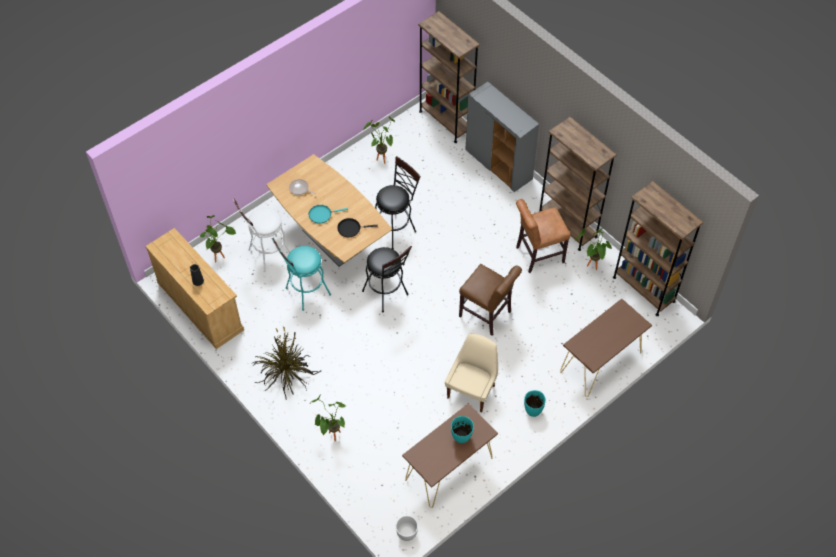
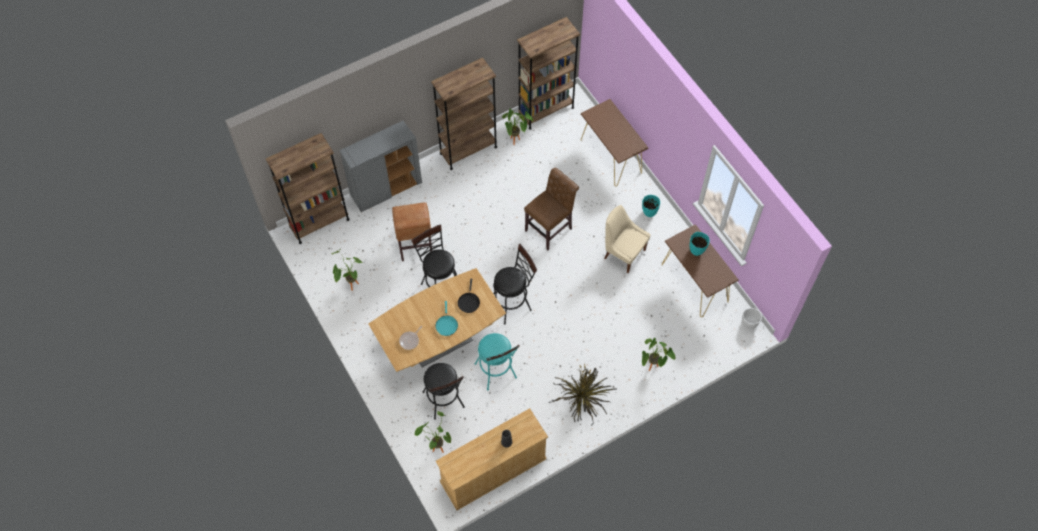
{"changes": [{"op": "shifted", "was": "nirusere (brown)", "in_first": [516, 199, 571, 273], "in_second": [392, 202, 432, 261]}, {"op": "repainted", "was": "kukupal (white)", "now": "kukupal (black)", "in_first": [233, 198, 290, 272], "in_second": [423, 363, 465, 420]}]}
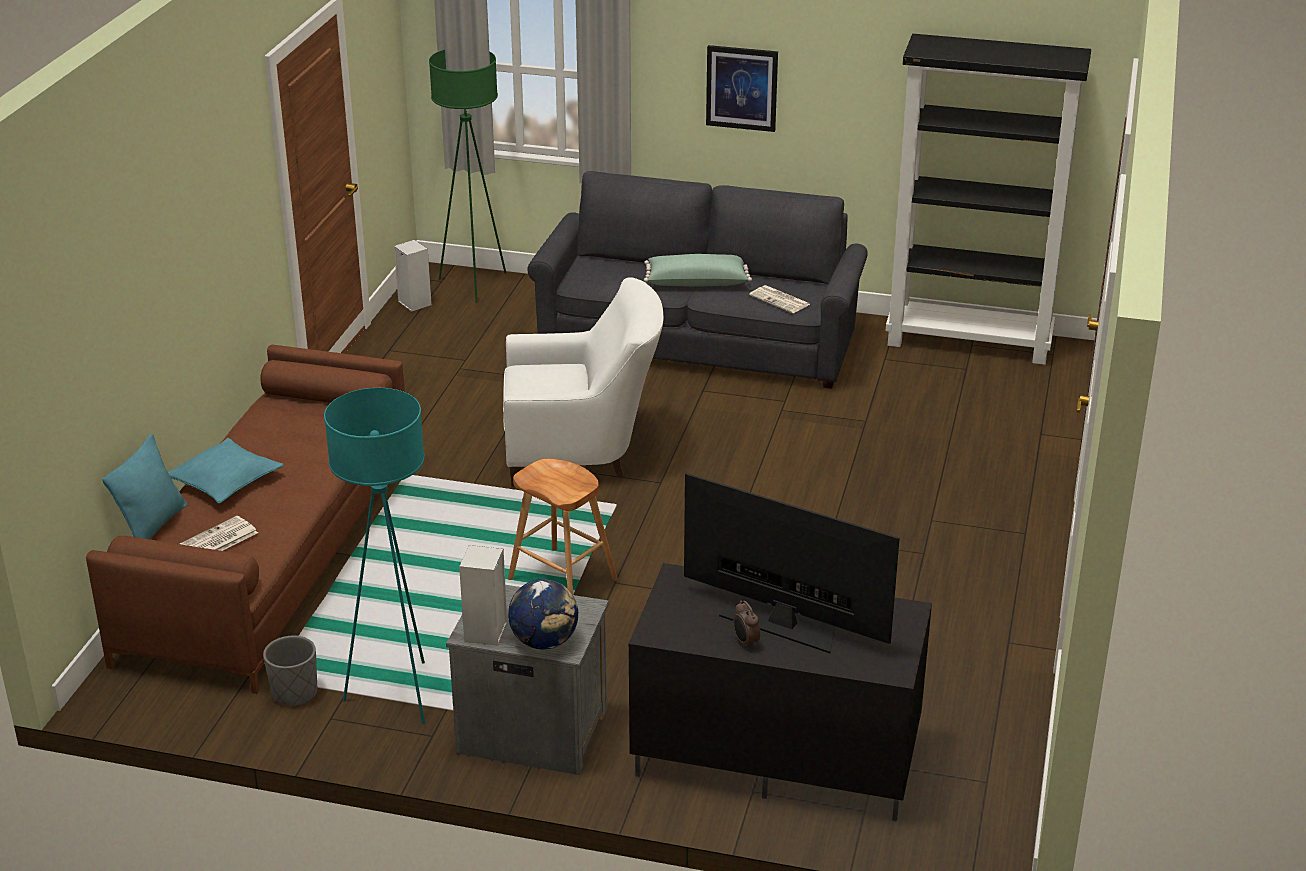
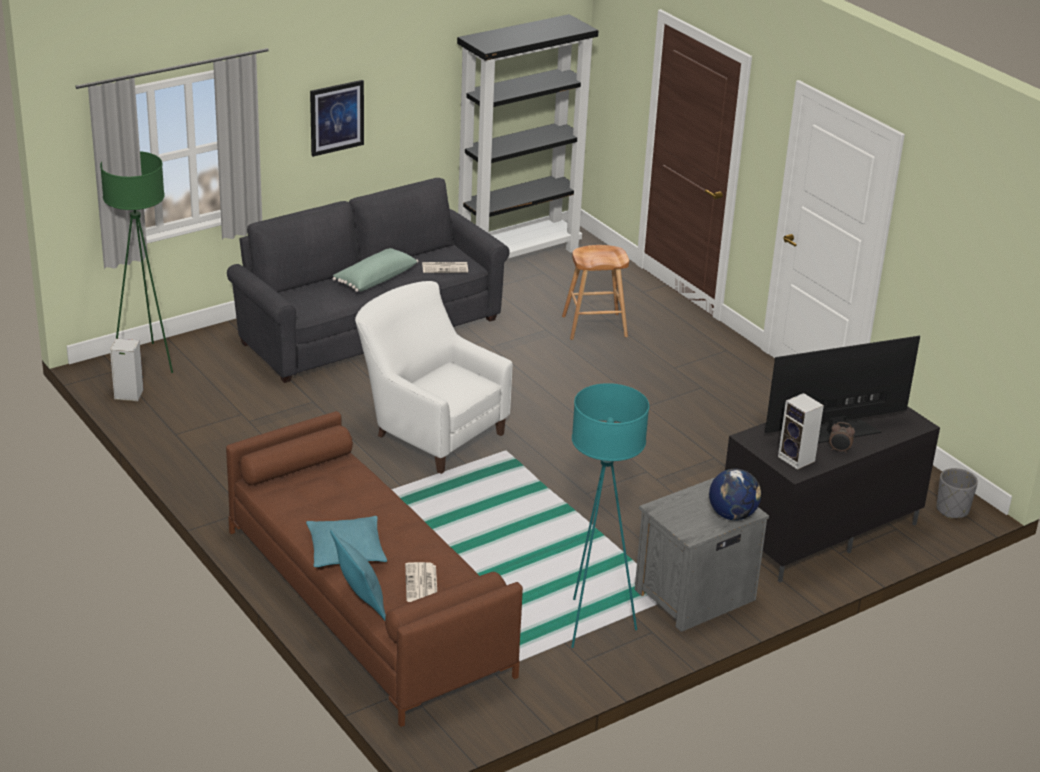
{"changes": [{"op": "shifted", "was": "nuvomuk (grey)", "in_first": [263, 636, 317, 707], "in_second": [937, 468, 978, 519]}, {"op": "shifted", "was": "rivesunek", "in_first": [459, 544, 507, 646], "in_second": [778, 393, 824, 470]}, {"op": "shifted", "was": "kukupal (brown)", "in_first": [508, 459, 618, 595], "in_second": [562, 245, 629, 340]}, {"op": "rotated", "was": "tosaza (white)", "in_first": [503, 277, 664, 487], "in_second": [355, 281, 513, 474], "clockwise": -90}]}
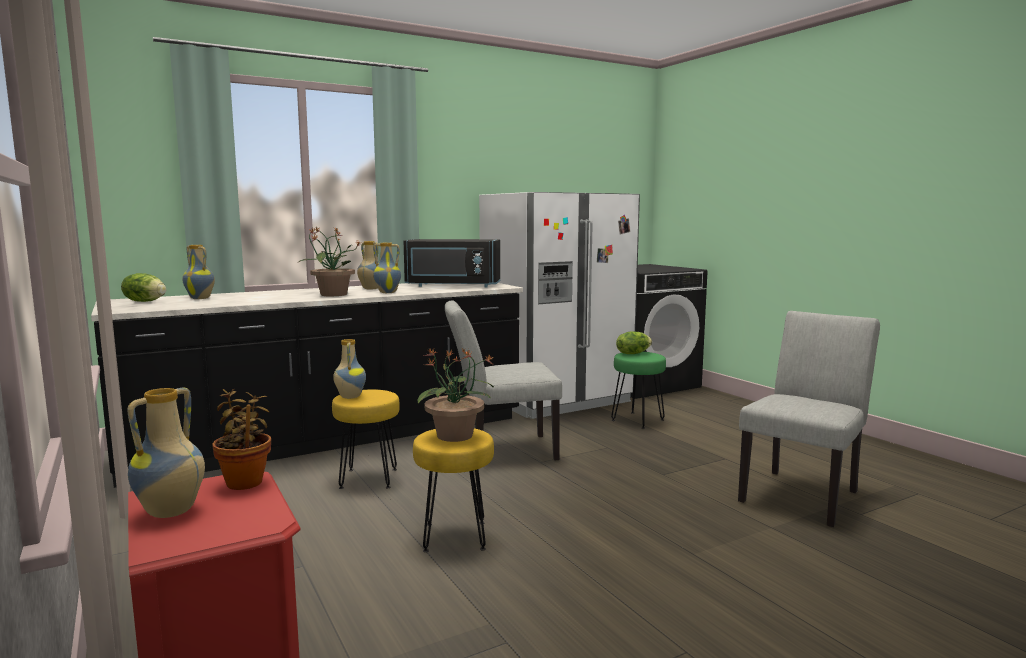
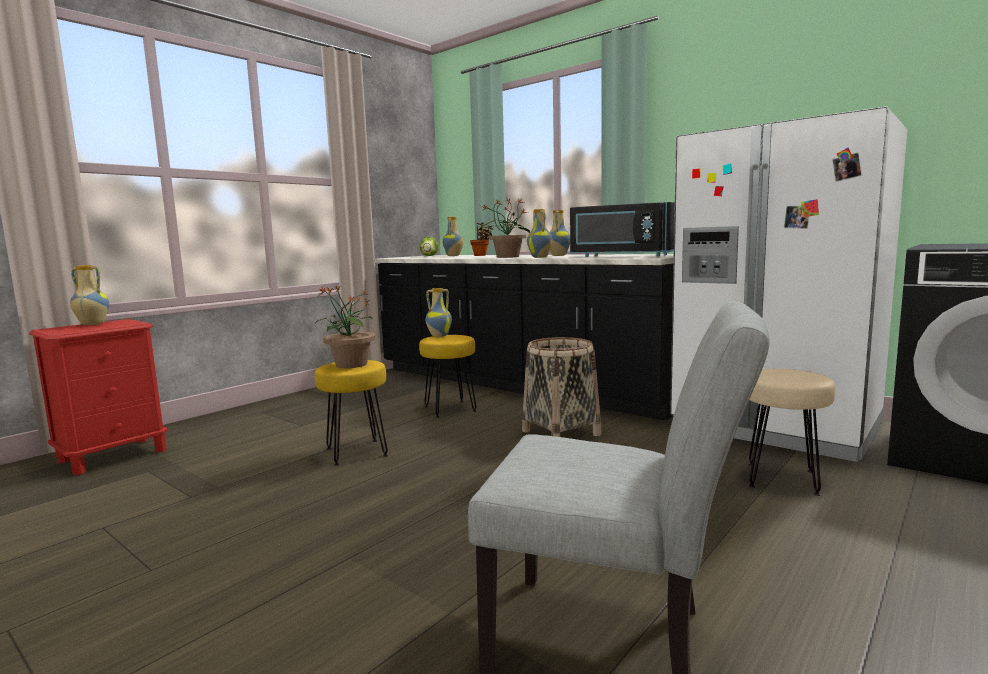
{"changes": [{"op": "gone", "was": "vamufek", "in_first": [616, 331, 652, 354]}, {"op": "shifted", "was": "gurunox", "in_first": [212, 389, 271, 490], "in_second": [470, 222, 493, 256]}, {"op": "swapped", "was": "nirusere (grey)", "now": "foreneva", "in_first": [445, 300, 562, 460], "in_second": [522, 337, 602, 437]}, {"op": "repainted", "was": "kukupal (green)", "now": "kukupal (beige)", "in_first": [611, 352, 666, 429], "in_second": [748, 369, 835, 496]}, {"op": "rotated", "was": "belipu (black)", "in_first": [404, 239, 500, 287], "in_second": [570, 202, 675, 257], "clockwise": -45}]}
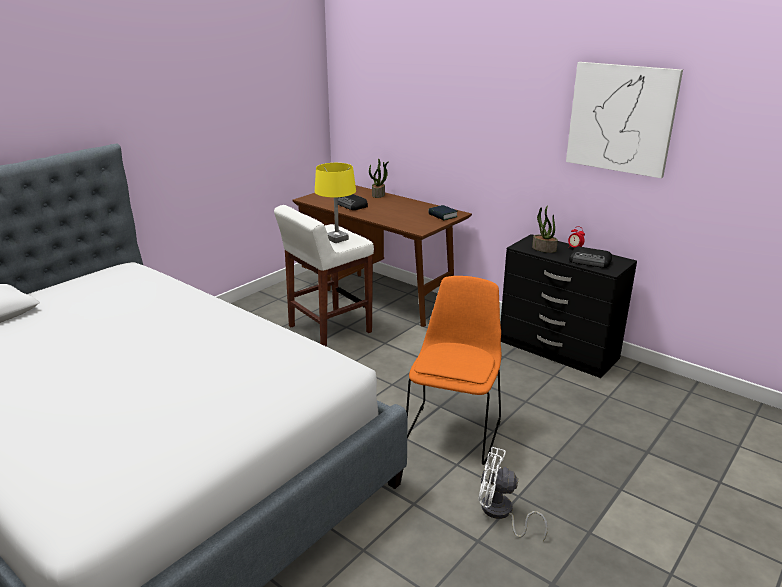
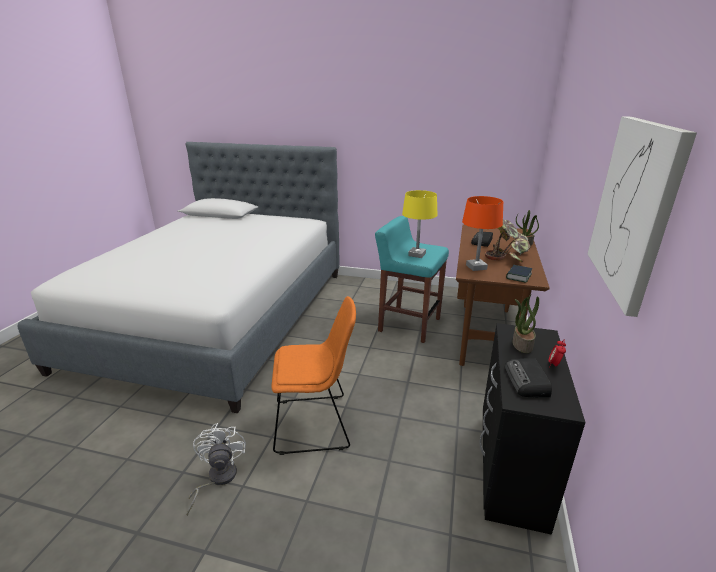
{"changes": [{"op": "new", "now": "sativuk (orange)", "in_second": [462, 196, 503, 271]}, {"op": "new", "now": "gurunox", "in_second": [485, 220, 531, 263]}, {"op": "repainted", "was": "kukupal (white)", "now": "kukupal (turquoise)", "in_first": [274, 205, 374, 347], "in_second": [375, 216, 449, 343]}]}
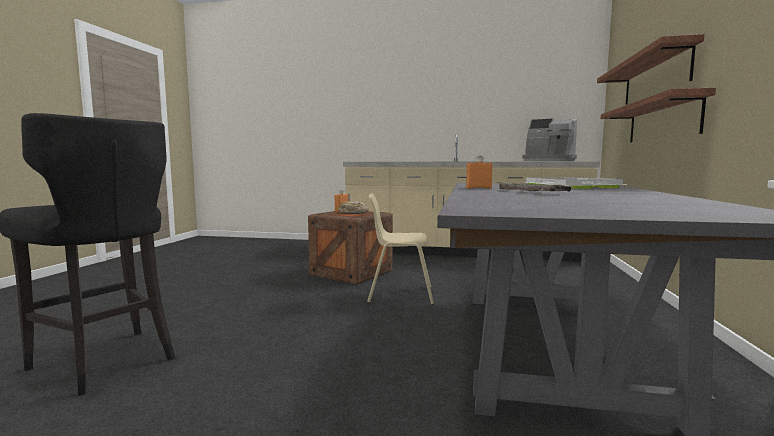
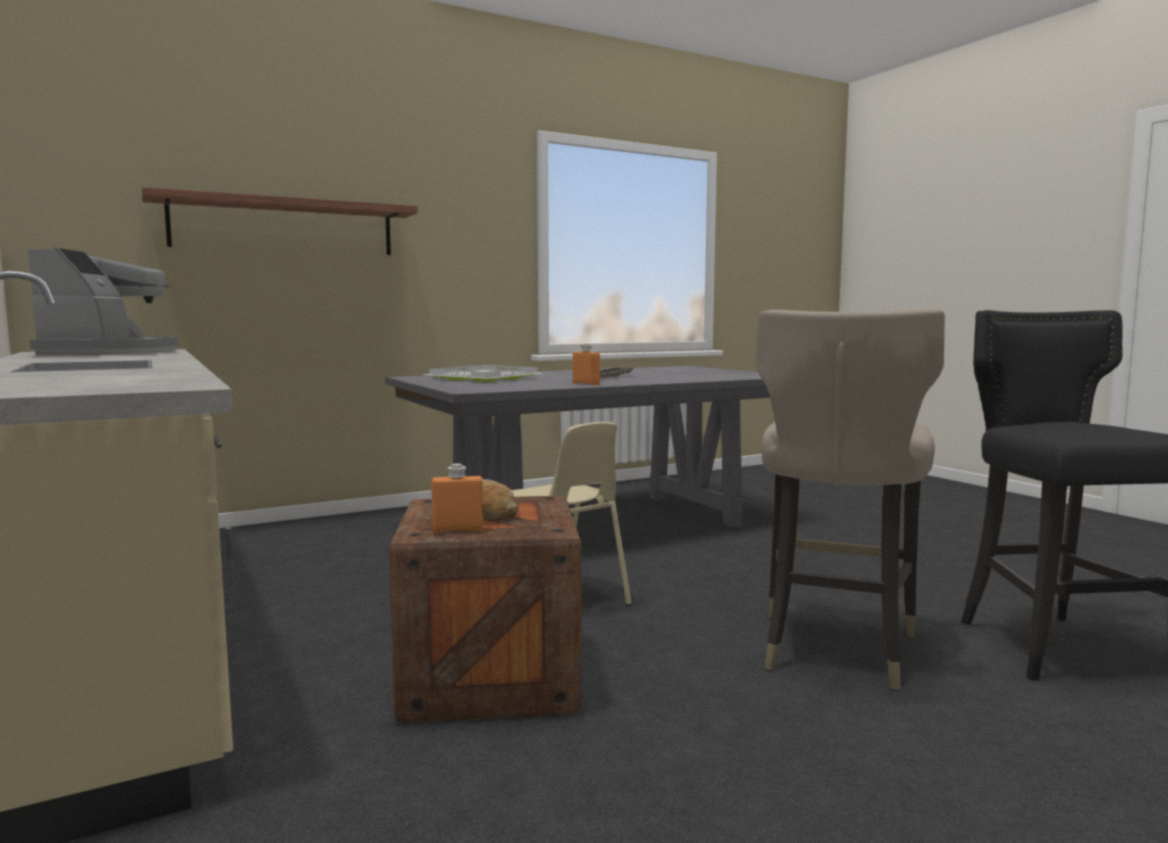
{"changes": [{"op": "gone", "was": "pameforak", "in_first": [601, 88, 716, 142]}, {"op": "new", "now": "kukupal (beige)", "in_second": [755, 309, 945, 690]}]}
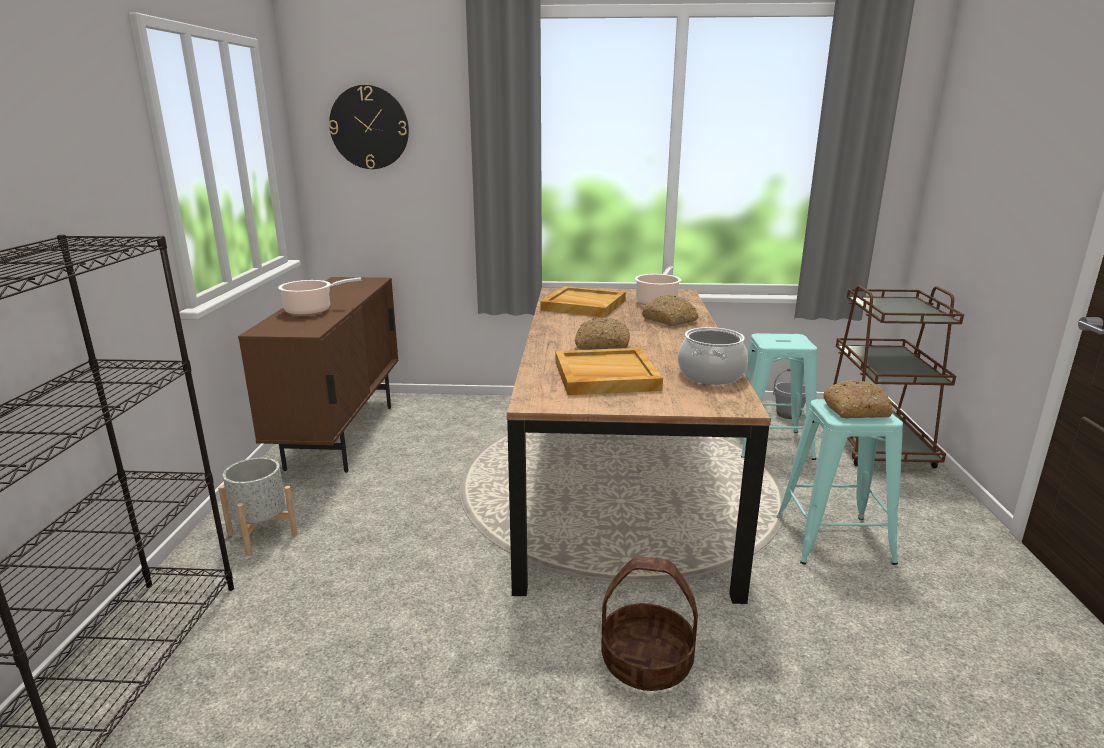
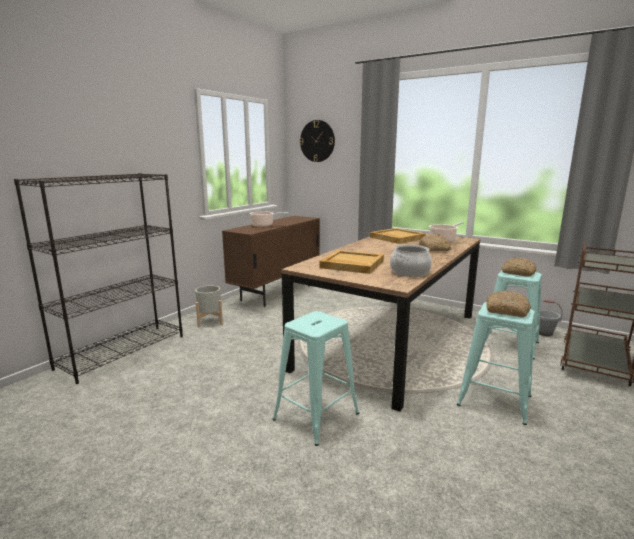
{"changes": [{"op": "shifted", "was": "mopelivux", "in_first": [574, 318, 630, 350], "in_second": [501, 258, 536, 277]}, {"op": "swapped", "was": "foreneva", "now": "kukupal (turquoise)", "in_first": [601, 557, 698, 691], "in_second": [272, 311, 359, 446]}]}
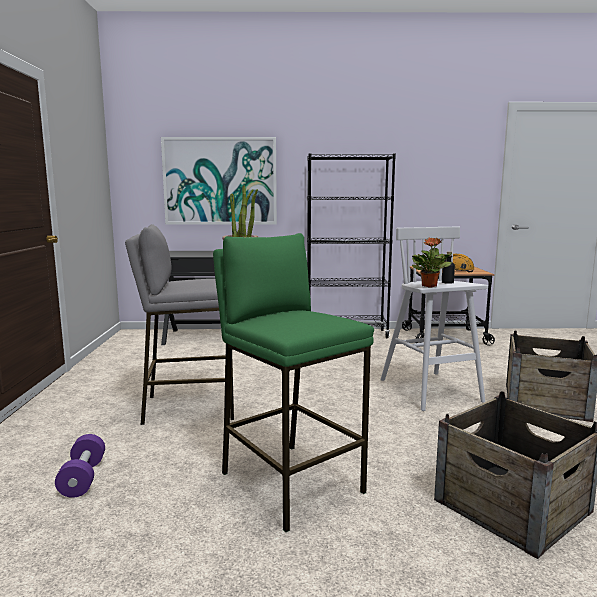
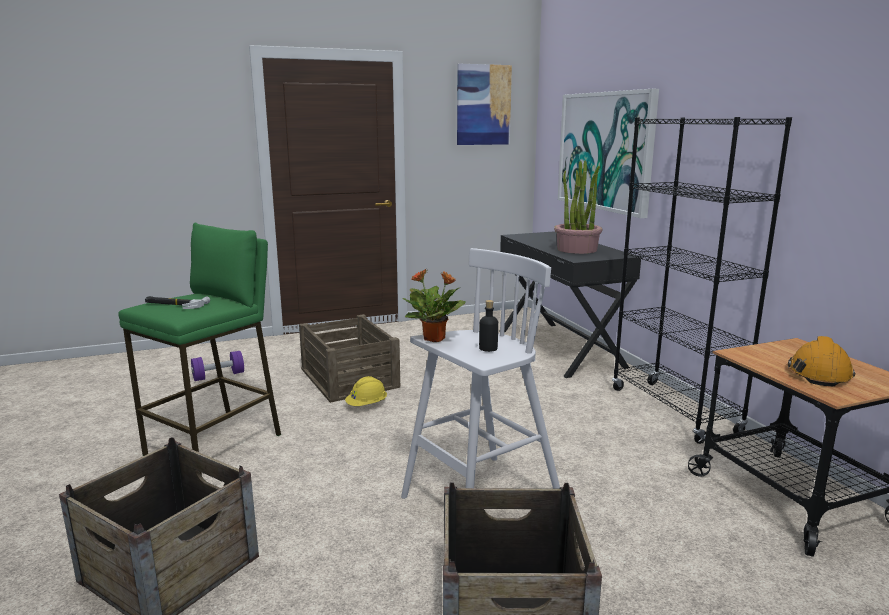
{"changes": [{"op": "new", "now": "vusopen", "in_second": [145, 296, 210, 309]}, {"op": "new", "now": "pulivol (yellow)", "in_second": [345, 376, 387, 406]}, {"op": "new", "now": "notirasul", "in_second": [457, 64, 512, 145]}, {"op": "swapped", "was": "kukupal (grey)", "now": "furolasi", "in_first": [125, 224, 234, 425], "in_second": [299, 314, 400, 403]}]}
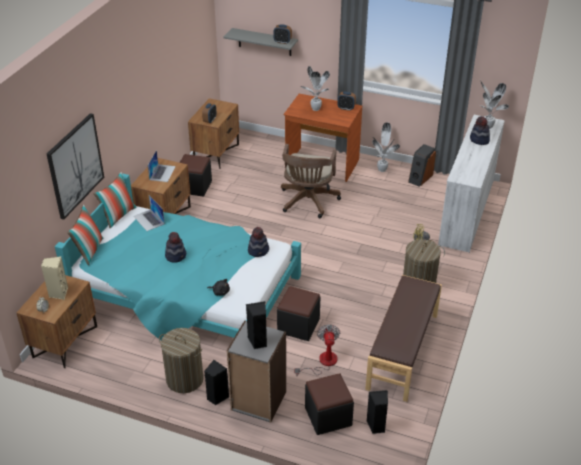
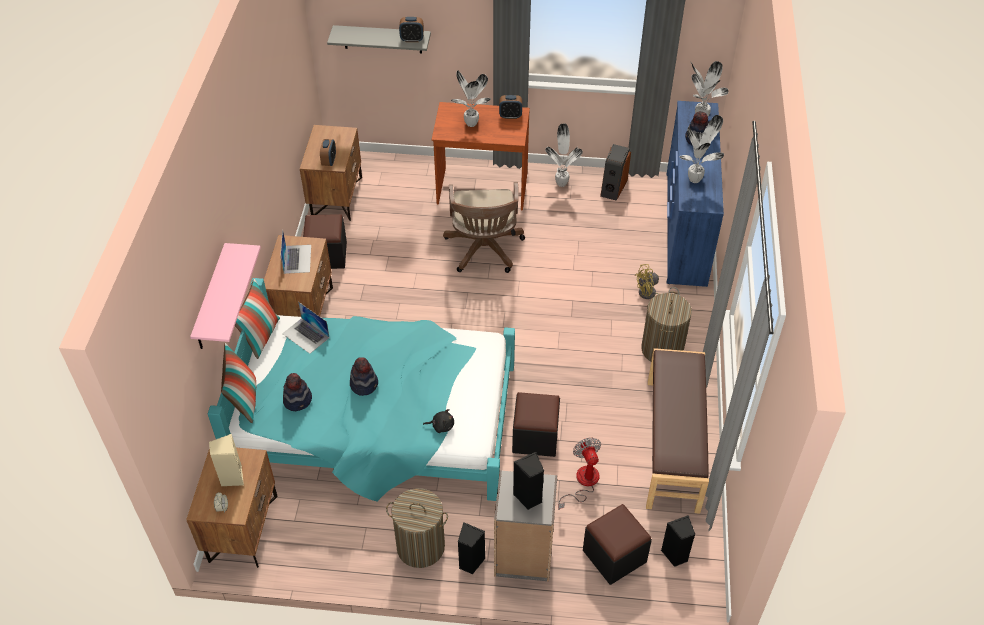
{"changes": [{"op": "new", "now": "gurunox", "in_second": [680, 115, 724, 183]}, {"op": "shifted", "was": "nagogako", "in_first": [248, 227, 269, 257], "in_second": [283, 373, 312, 411]}, {"op": "swapped", "was": "notirasul", "now": "pameforak (pink)", "in_first": [47, 113, 104, 220], "in_second": [190, 243, 261, 349]}, {"op": "repainted", "was": "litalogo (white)", "now": "litalogo (blue)", "in_first": [438, 115, 505, 253], "in_second": [666, 101, 724, 287]}]}
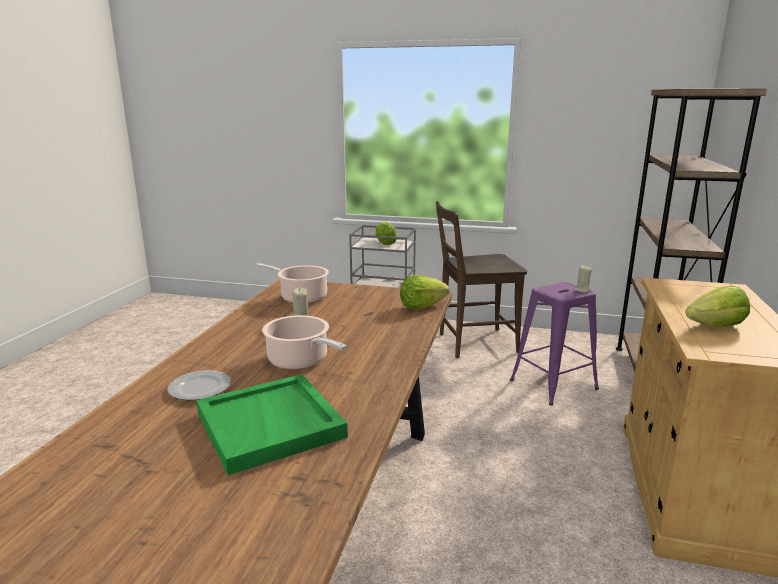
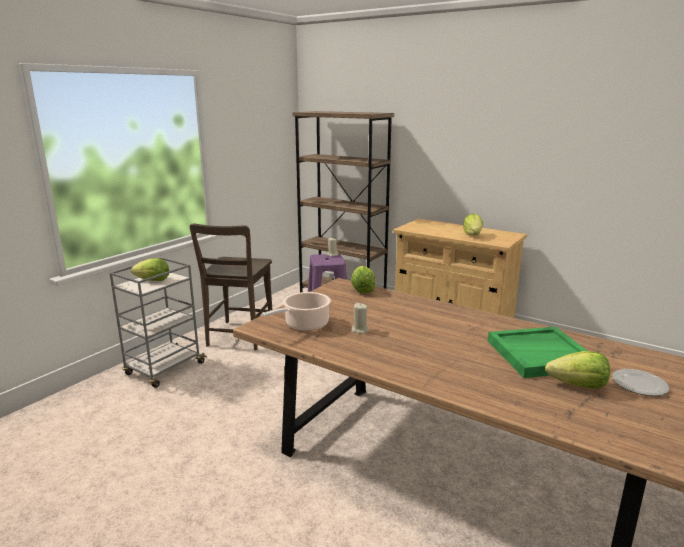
{"changes": [{"op": "gone", "was": "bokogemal", "in_first": [262, 315, 347, 370]}, {"op": "new", "now": "vamufek", "in_second": [545, 351, 610, 389]}, {"op": "shifted", "was": "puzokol", "in_first": [167, 370, 231, 400], "in_second": [612, 369, 669, 396]}]}
